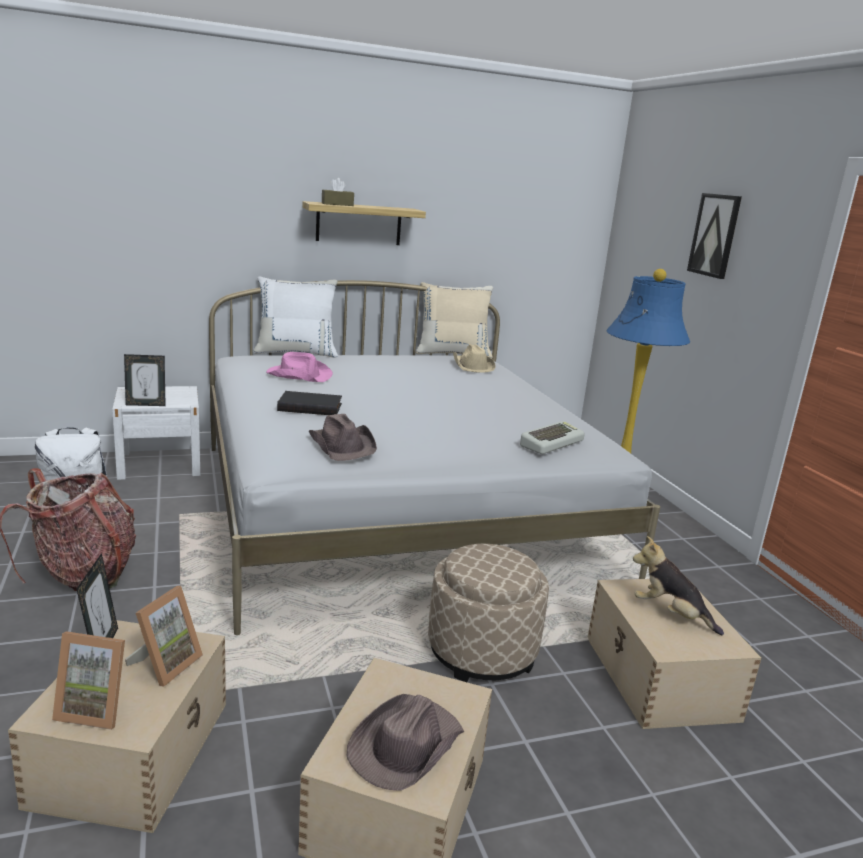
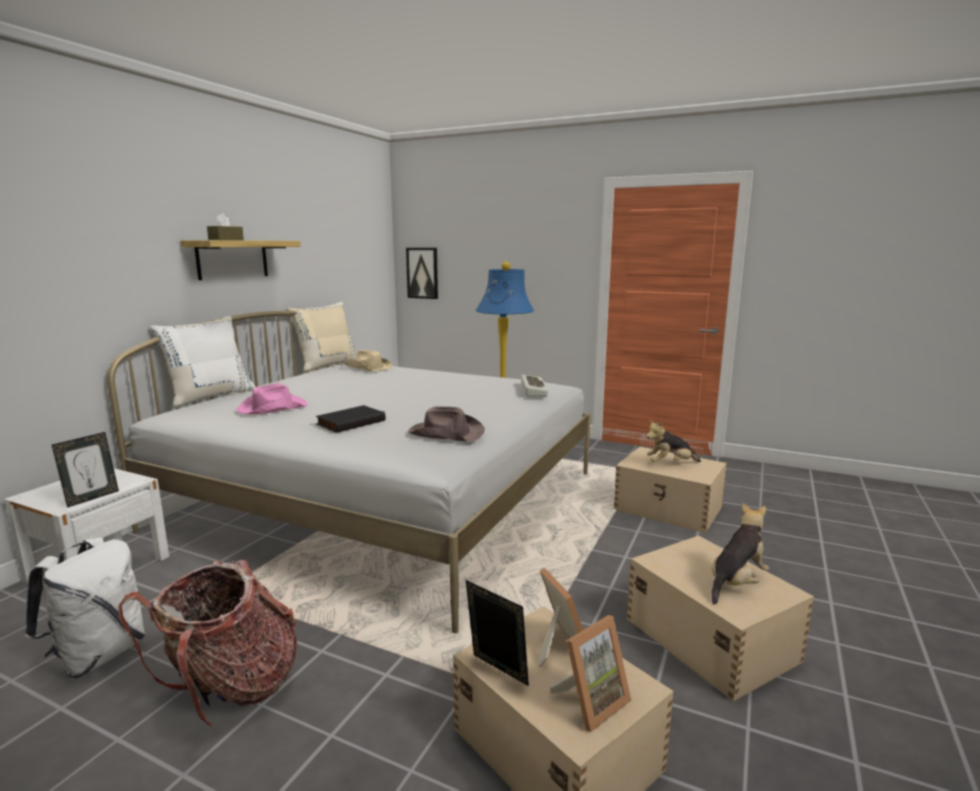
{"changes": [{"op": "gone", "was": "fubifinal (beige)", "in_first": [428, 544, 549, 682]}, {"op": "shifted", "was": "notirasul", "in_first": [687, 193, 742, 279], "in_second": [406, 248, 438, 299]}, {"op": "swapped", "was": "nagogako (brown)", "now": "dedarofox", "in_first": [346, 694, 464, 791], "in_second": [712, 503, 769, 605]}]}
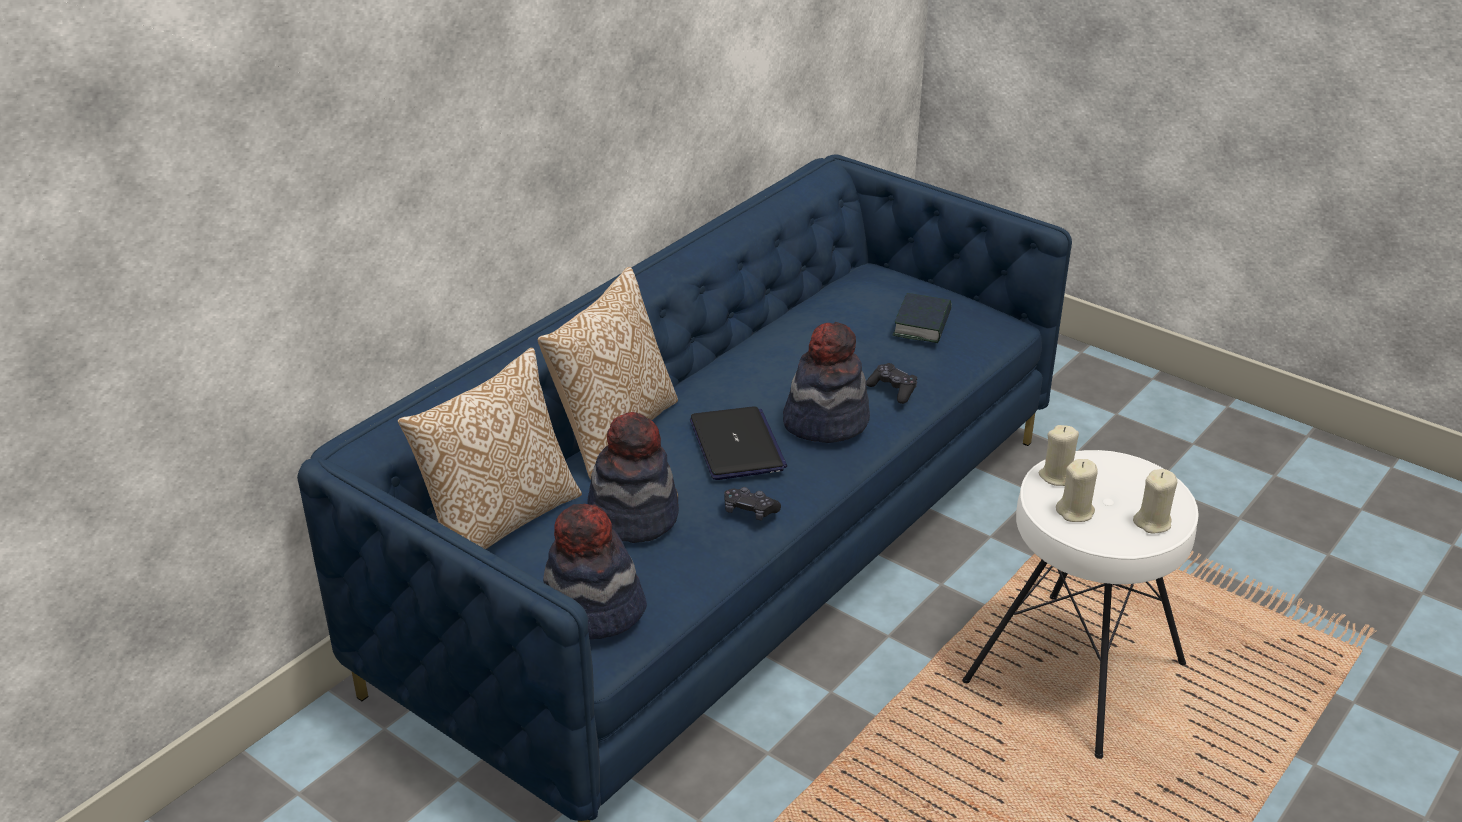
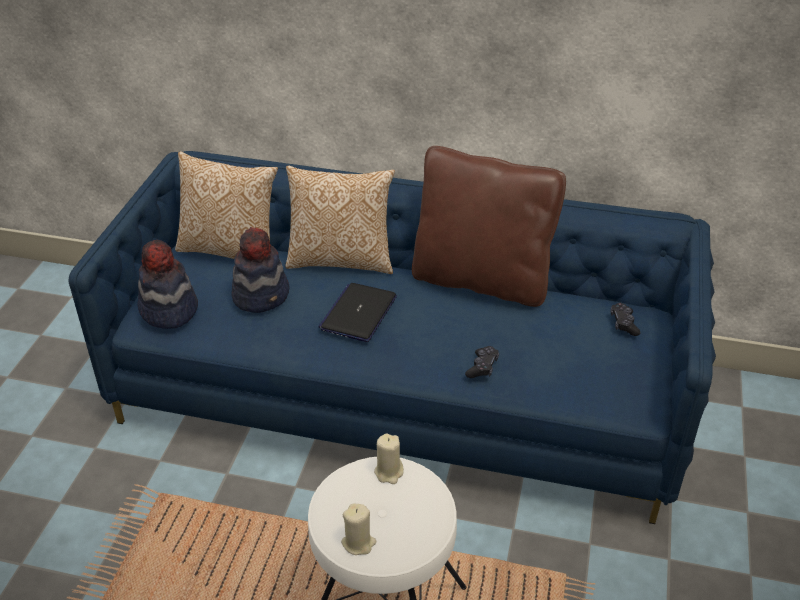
{"changes": [{"op": "gone", "was": "nagogako", "in_first": [783, 322, 870, 443]}, {"op": "gone", "was": "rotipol", "in_first": [893, 293, 952, 343]}, {"op": "gone", "was": "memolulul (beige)", "in_first": [1056, 459, 1098, 522]}, {"op": "new", "now": "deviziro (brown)", "in_second": [412, 146, 566, 307]}, {"op": "shifted", "was": "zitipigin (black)", "in_first": [724, 487, 781, 521], "in_second": [610, 303, 641, 336]}, {"op": "rotated", "was": "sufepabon", "in_first": [690, 406, 787, 480], "in_second": [319, 283, 397, 342], "clockwise": 150}]}
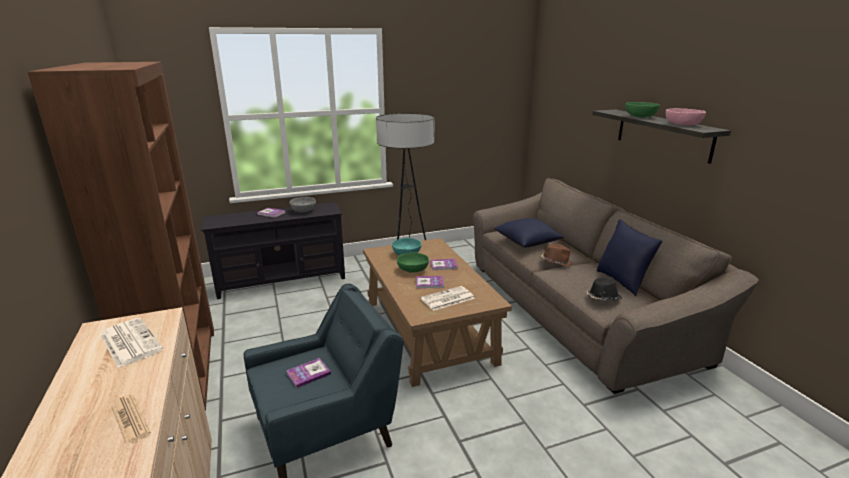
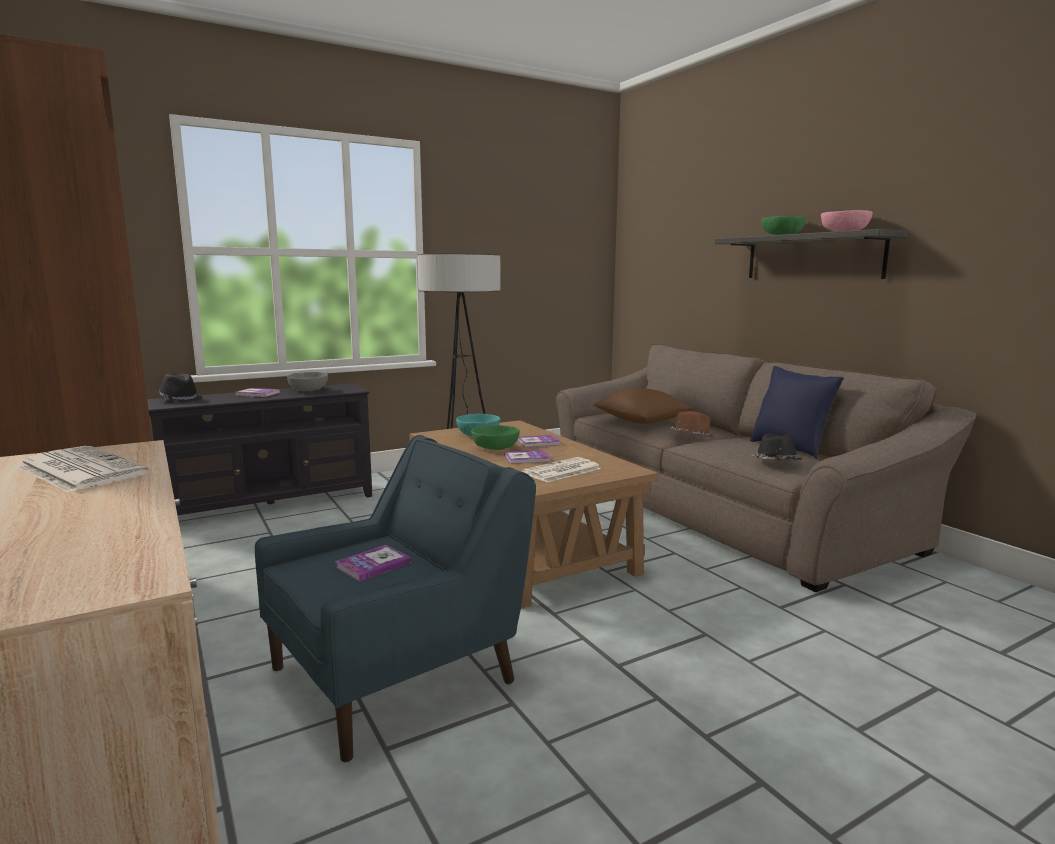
{"changes": [{"op": "gone", "was": "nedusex", "in_first": [111, 394, 151, 445]}, {"op": "new", "now": "nagogako (black)", "in_second": [156, 374, 202, 402]}, {"op": "repainted", "was": "deviziro (blue)", "now": "deviziro (brown)", "in_first": [494, 218, 563, 248], "in_second": [594, 388, 693, 424]}]}
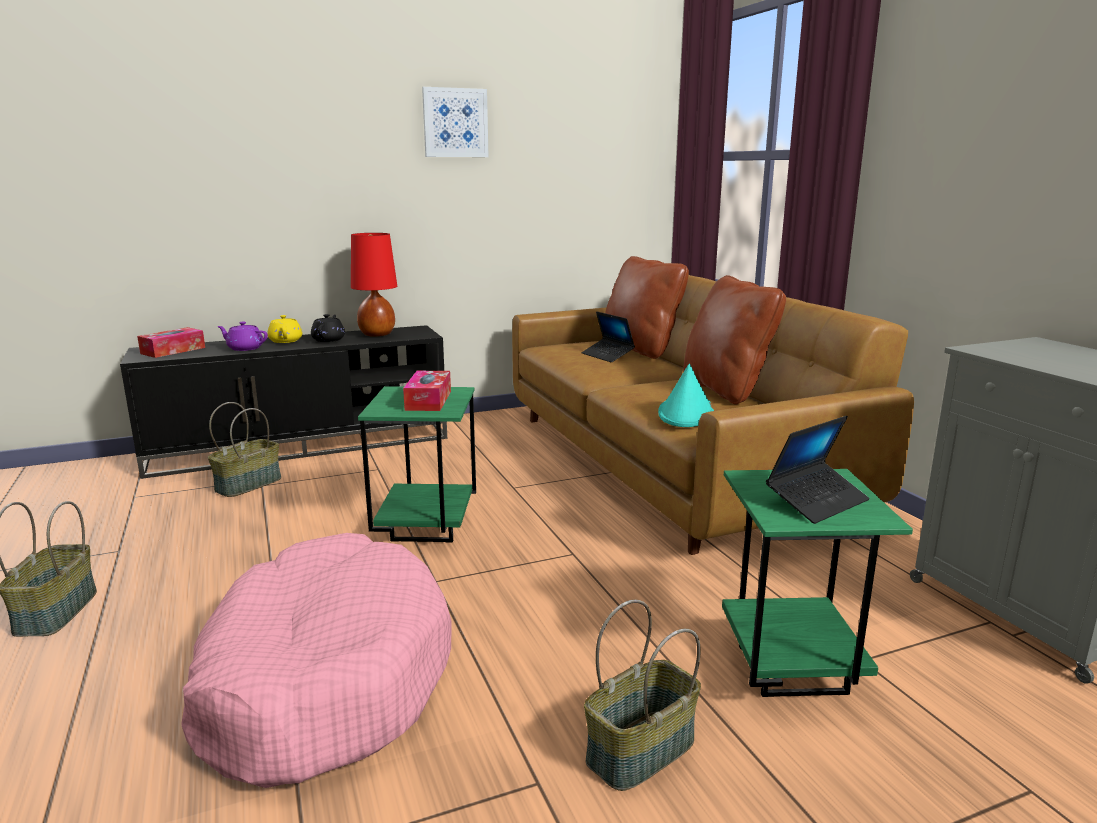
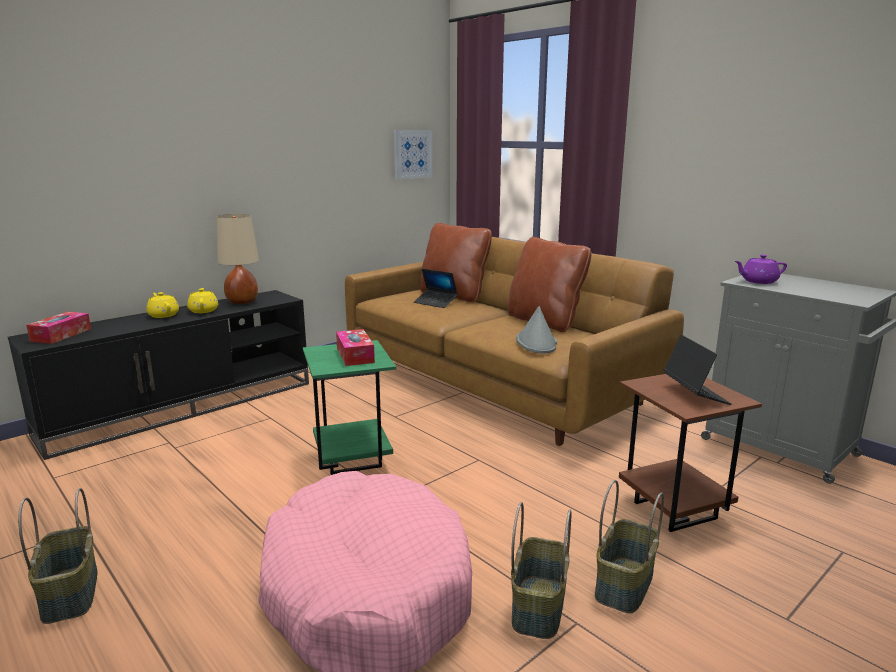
{"changes": [{"op": "shifted", "was": "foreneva", "in_first": [208, 402, 281, 497], "in_second": [511, 502, 571, 639]}, {"op": "shifted", "was": "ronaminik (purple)", "in_first": [217, 322, 268, 351], "in_second": [735, 255, 787, 284]}, {"op": "shifted", "was": "notirasul", "in_first": [422, 87, 489, 157], "in_second": [394, 130, 433, 179]}, {"op": "repainted", "was": "ronaminik (black)", "now": "ronaminik (yellow)", "in_first": [311, 314, 345, 342], "in_second": [187, 288, 218, 313]}, {"op": "repainted", "was": "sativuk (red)", "now": "sativuk (beige)", "in_first": [351, 233, 397, 337], "in_second": [216, 214, 259, 304]}, {"op": "repainted", "was": "nagogako (turquoise)", "now": "nagogako (grey)", "in_first": [658, 364, 714, 427], "in_second": [516, 306, 557, 353]}, {"op": "repainted", "was": "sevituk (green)", "now": "sevituk (brown)", "in_first": [722, 469, 913, 697], "in_second": [619, 374, 762, 532]}, {"op": "rotated", "was": "sufepabon", "in_first": [766, 416, 870, 524], "in_second": [664, 335, 732, 405], "clockwise": -45}]}
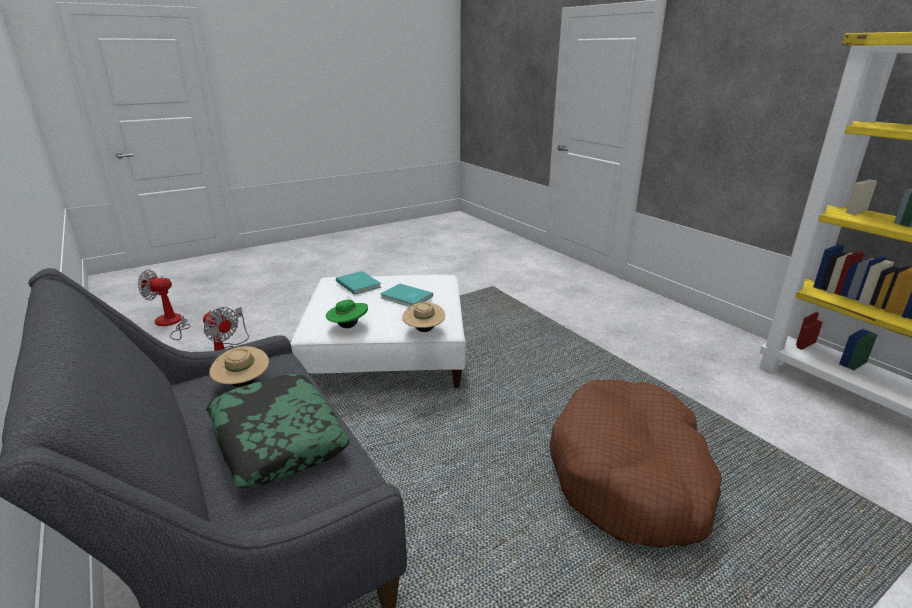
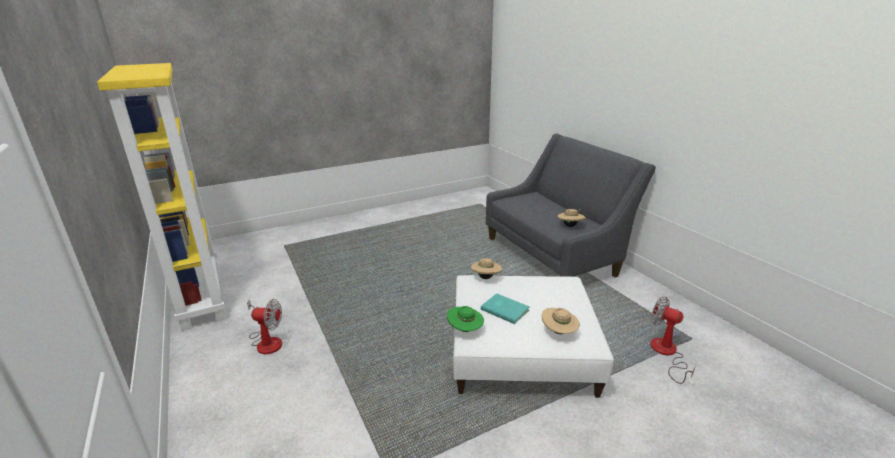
{"changes": [{"op": "gone", "was": "deviziro", "in_first": [206, 374, 350, 488]}, {"op": "gone", "was": "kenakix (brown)", "in_first": [549, 379, 722, 548]}, {"op": "shifted", "was": "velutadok", "in_first": [138, 270, 190, 340], "in_second": [247, 299, 282, 354]}, {"op": "shifted", "was": "nagogako (green)", "in_first": [326, 296, 368, 328], "in_second": [447, 306, 484, 332]}, {"op": "swapped", "was": "rotipol (turquoise)", "now": "nagogako (beige)", "in_first": [336, 271, 381, 295], "in_second": [542, 308, 580, 334]}]}
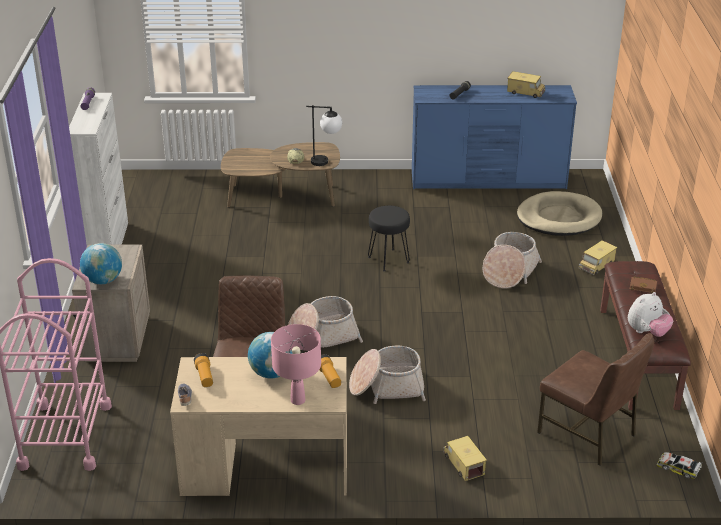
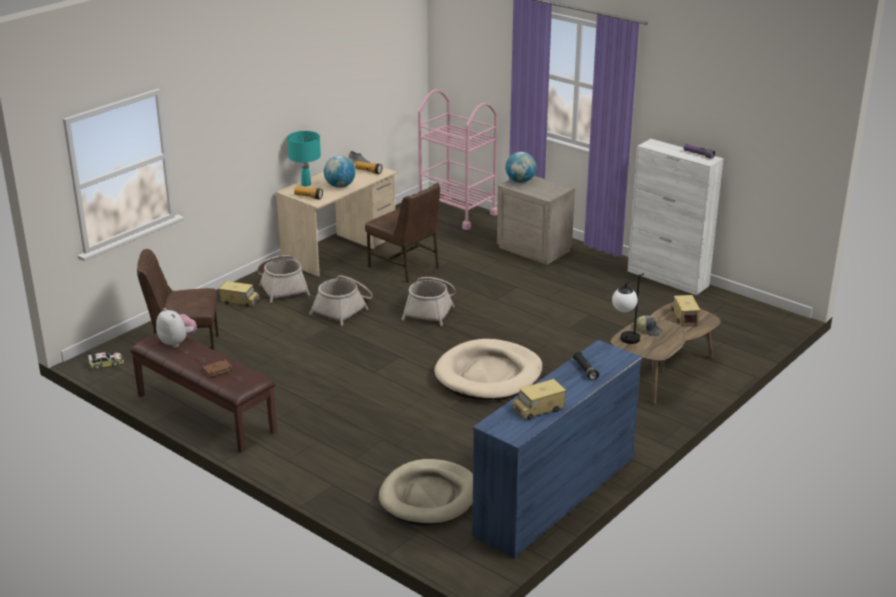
{"changes": [{"op": "shifted", "was": "foreneva", "in_first": [483, 232, 542, 288], "in_second": [257, 255, 310, 303]}, {"op": "shifted", "was": "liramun", "in_first": [578, 240, 618, 275], "in_second": [671, 295, 701, 325]}, {"op": "swapped", "was": "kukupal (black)", "now": "kenakix (beige)", "in_first": [368, 206, 410, 272], "in_second": [434, 339, 543, 400]}, {"op": "repainted", "was": "sativuk (pink)", "now": "sativuk (turquoise)", "in_first": [271, 324, 321, 405], "in_second": [287, 131, 321, 187]}, {"op": "rotated", "was": "dedarofox", "in_first": [628, 292, 673, 337], "in_second": [156, 308, 197, 347], "clockwise": 135}]}
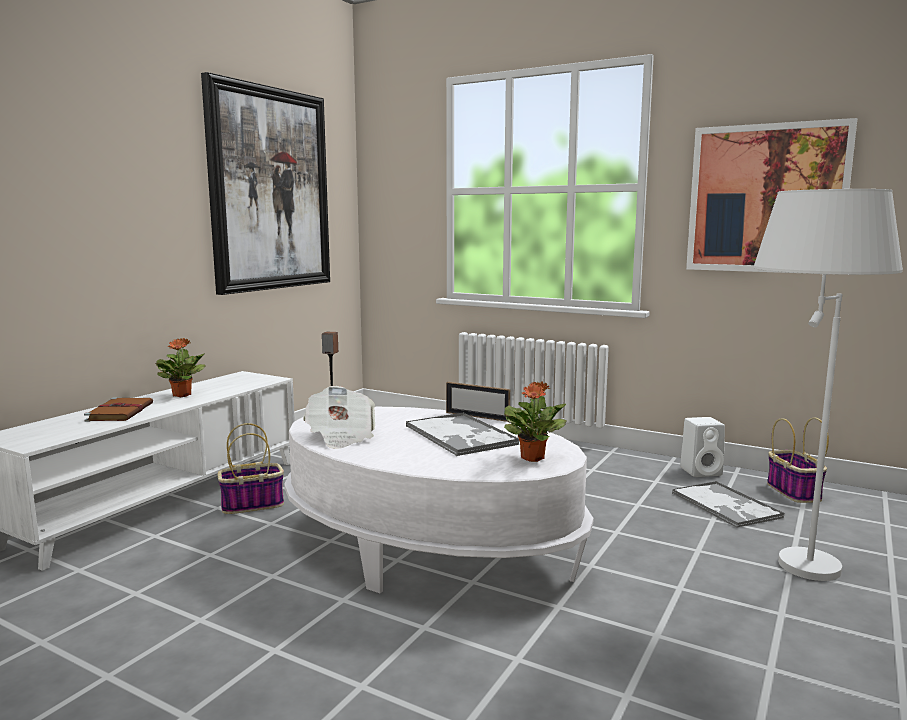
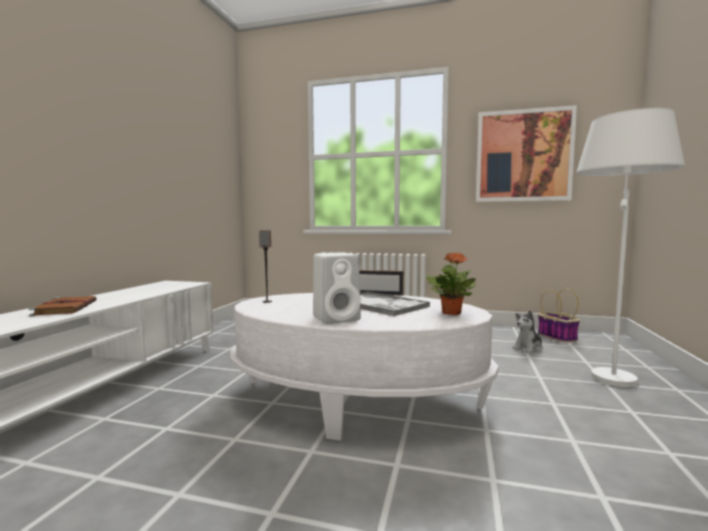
{"changes": [{"op": "gone", "was": "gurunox", "in_first": [156, 338, 206, 397]}, {"op": "gone", "was": "notirasul", "in_first": [201, 72, 330, 295]}, {"op": "gone", "was": "foreneva", "in_first": [218, 423, 284, 514]}, {"op": "gone", "was": "nedusex", "in_first": [303, 386, 375, 449]}, {"op": "shifted", "was": "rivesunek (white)", "in_first": [680, 417, 725, 477], "in_second": [313, 253, 361, 324]}, {"op": "swapped", "was": "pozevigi", "now": "dedarofox", "in_first": [672, 481, 785, 528], "in_second": [513, 310, 543, 353]}]}
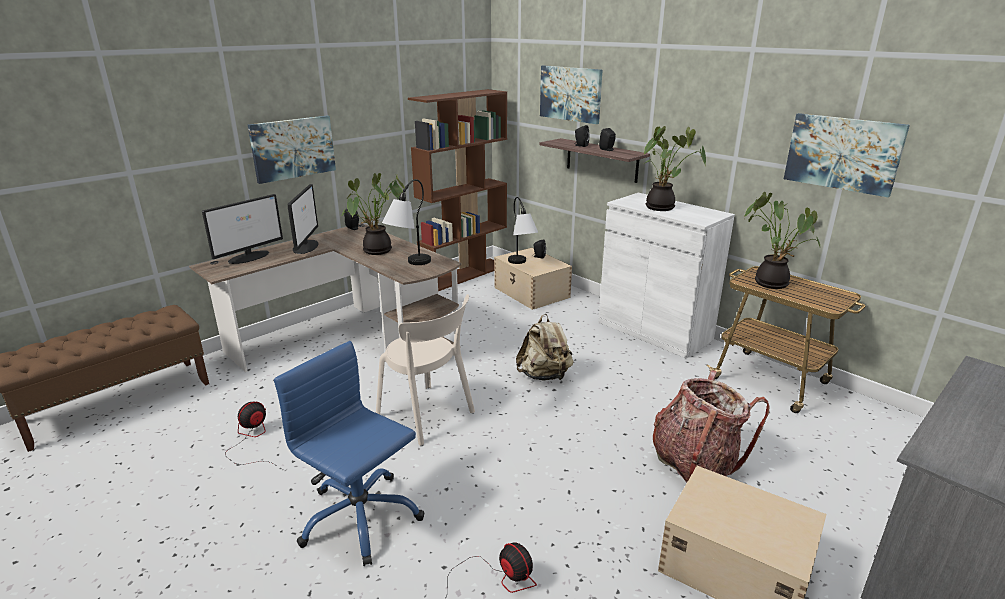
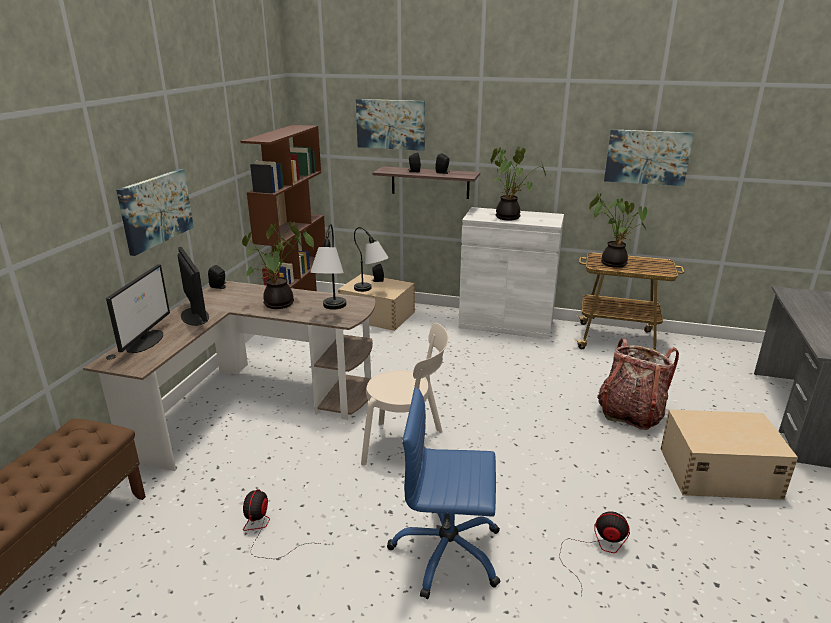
{"changes": [{"op": "gone", "was": "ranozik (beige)", "in_first": [516, 314, 574, 381]}]}
